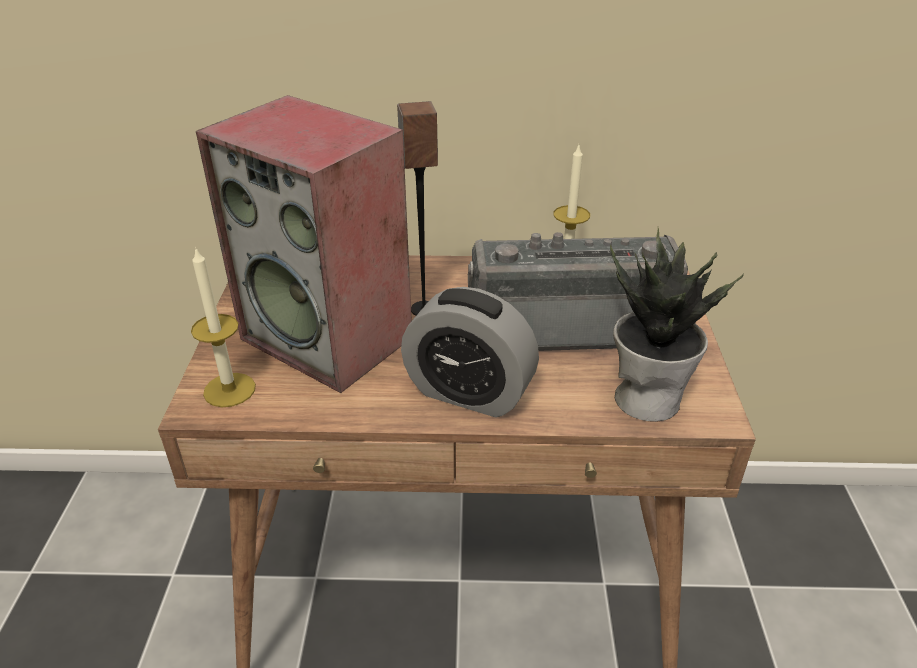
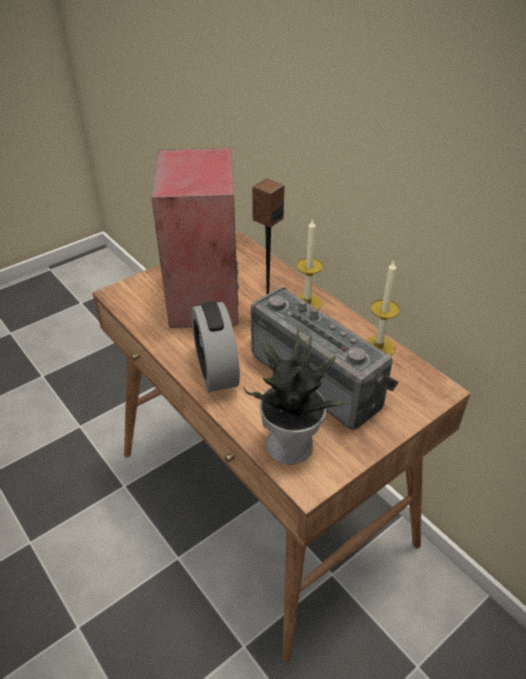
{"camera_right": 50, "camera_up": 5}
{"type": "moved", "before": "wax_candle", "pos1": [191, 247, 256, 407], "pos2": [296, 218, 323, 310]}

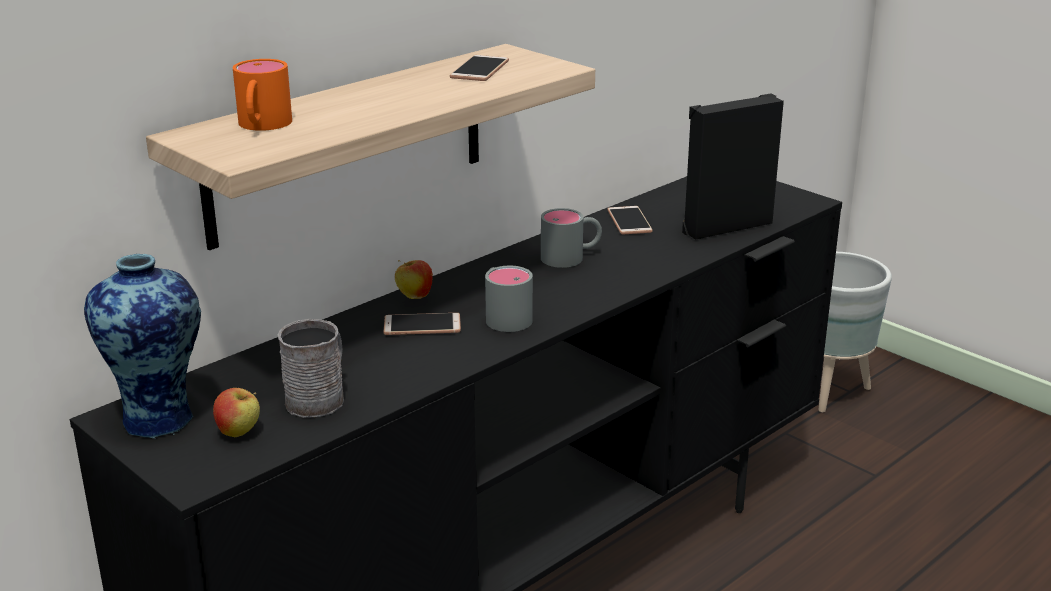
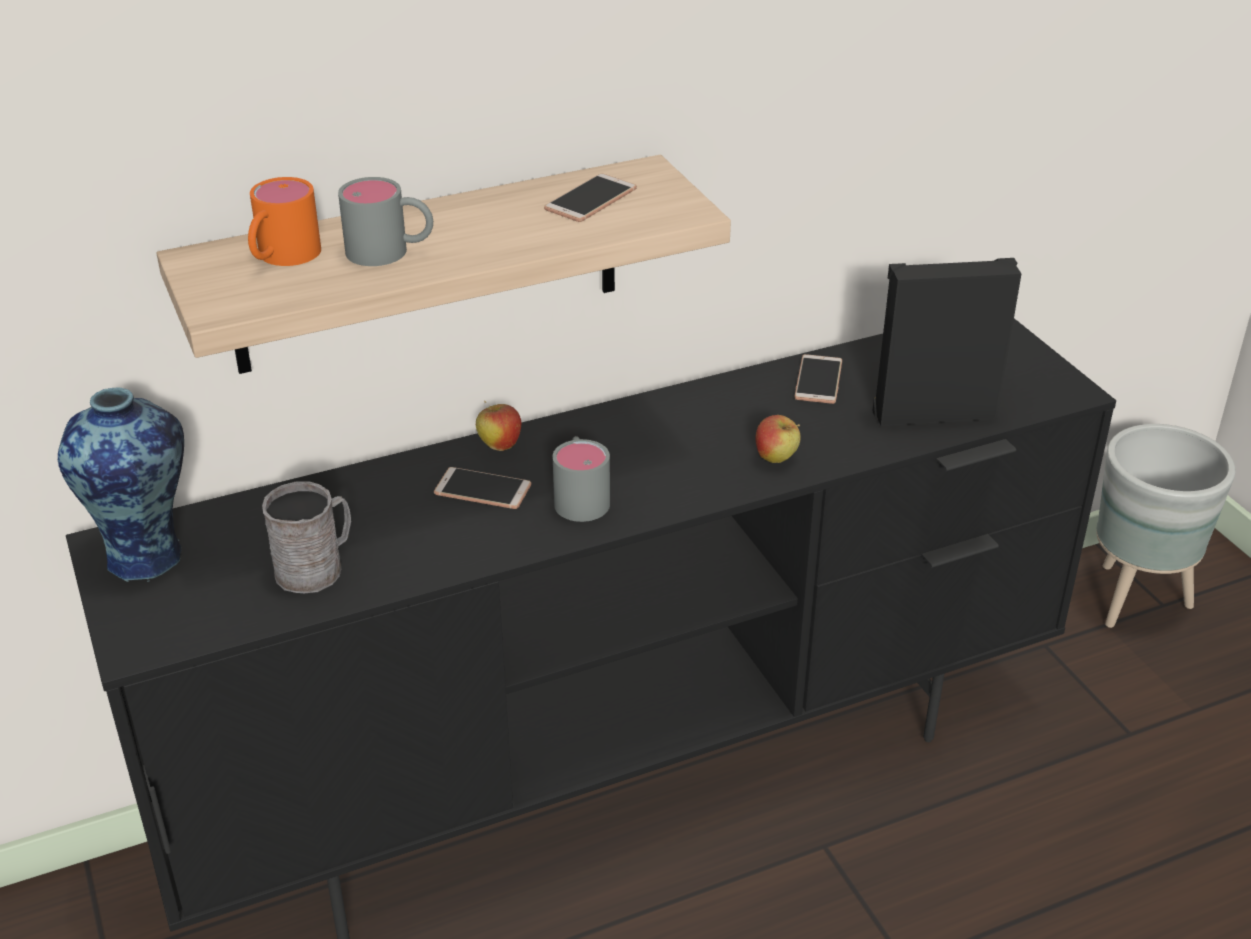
{"camera_right": 20, "camera_up": 10}
{"type": "moved", "before": "apple", "pos1": [213, 388, 260, 437], "pos2": [756, 415, 801, 463]}
{"type": "moved", "before": "greyish_mug", "pos1": [541, 208, 602, 268], "pos2": [338, 177, 433, 266]}

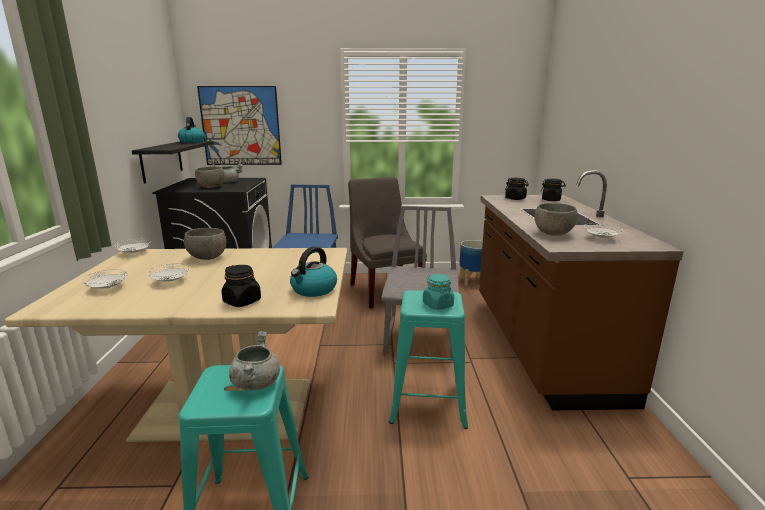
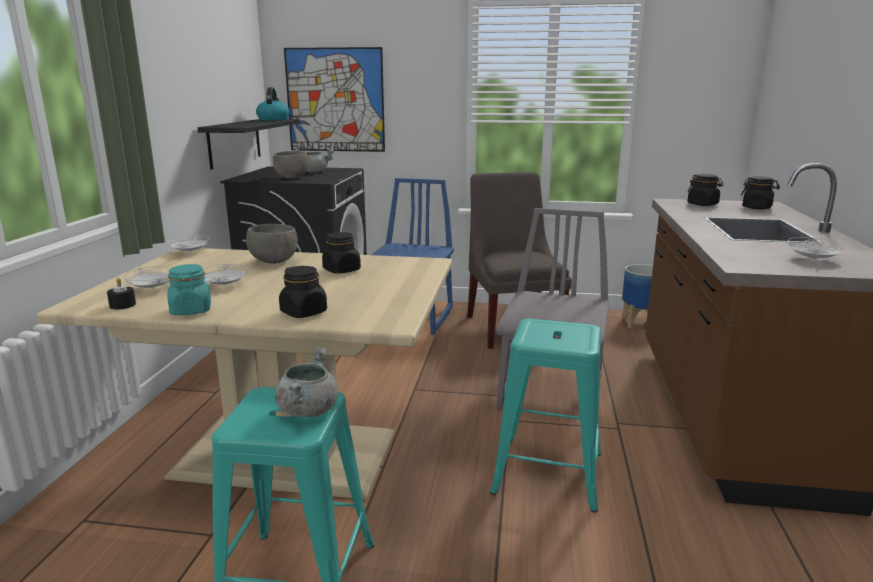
{"camera_right": 10, "camera_up": 0}
{"type": "removed", "before": "tea_kettle", "pos1": [290, 246, 337, 297]}
{"type": "moved", "before": "turquoise_preserve_jar", "pos1": [423, 274, 454, 310], "pos2": [167, 264, 211, 315]}
{"type": "removed", "before": "greyish_bowl", "pos1": [534, 203, 578, 236]}
{"type": "added", "after": "blackish_wax_candle", "pos2": [107, 278, 136, 310]}
{"type": "added", "after": "blackish_preserve_jar", "pos2": [322, 232, 361, 274]}

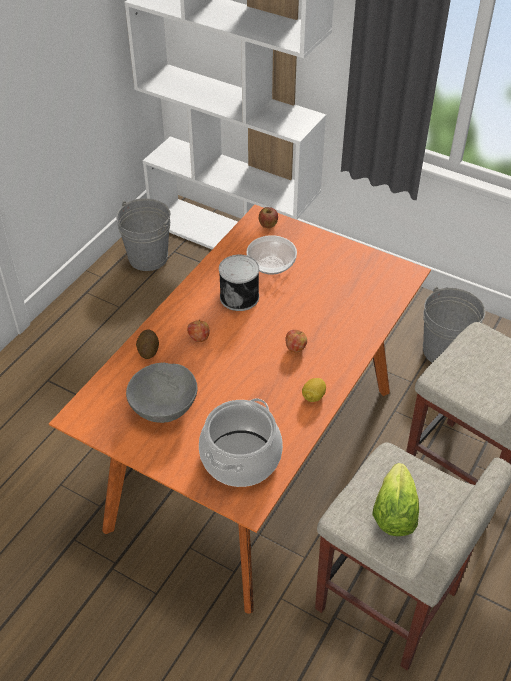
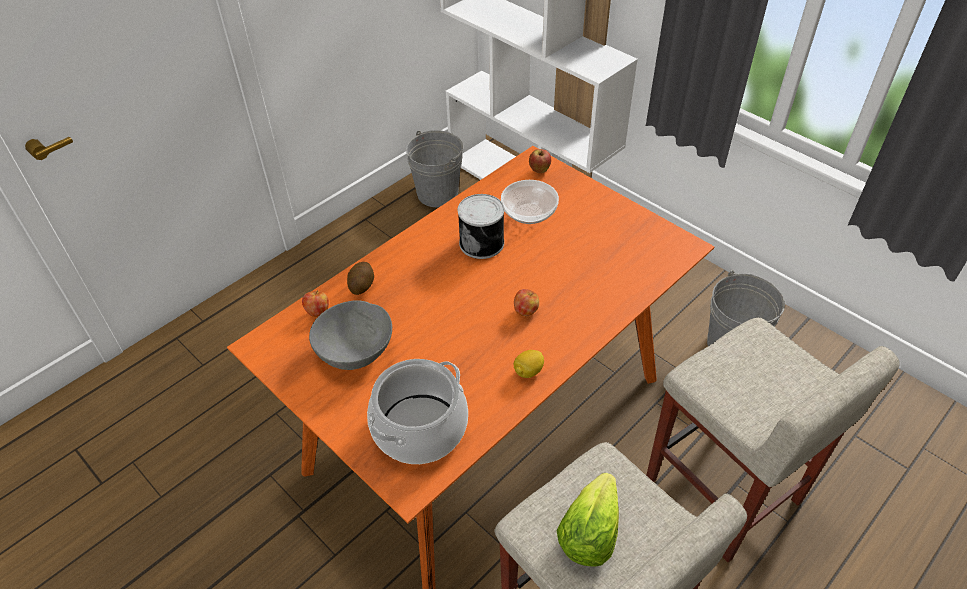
{"camera_right": 15, "camera_up": 0}
{"type": "moved", "before": "apple", "pos1": [187, 319, 210, 342], "pos2": [302, 290, 329, 317]}

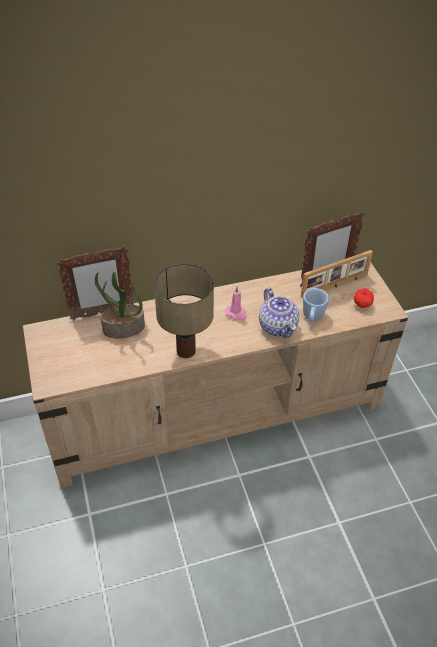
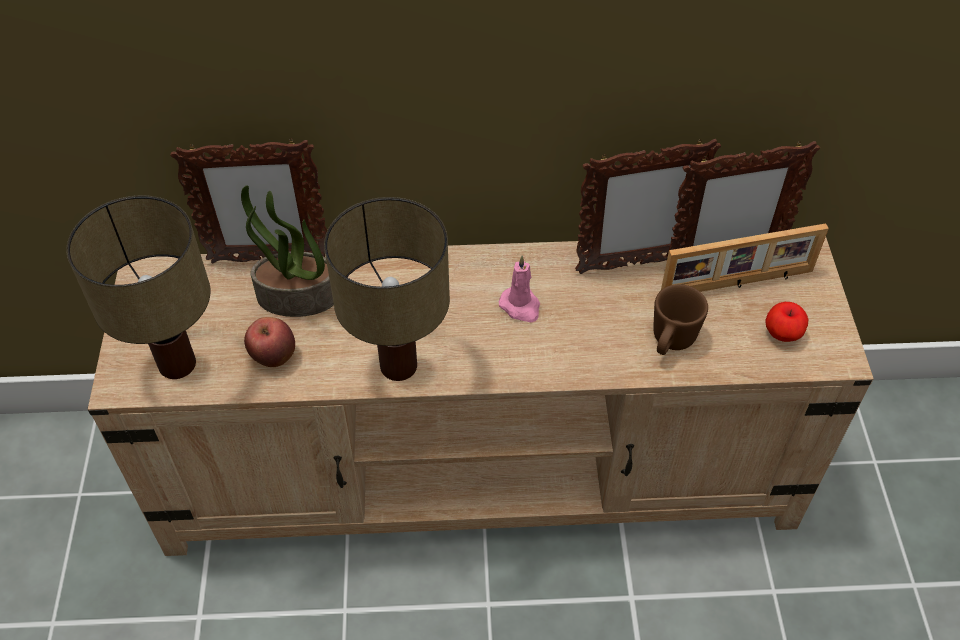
{"camera_right": 15, "camera_up": 5}
{"type": "removed", "before": "teapot", "pos1": [259, 288, 299, 338]}
{"type": "recoloured", "before": "blue_mug", "after": "brown_mug", "pos1": [303, 288, 329, 323], "pos2": [653, 284, 708, 355]}
{"type": "added", "after": "table_lamp", "pos2": [66, 195, 211, 379]}
{"type": "added", "after": "apple", "pos2": [244, 317, 295, 367]}
{"type": "added", "after": "picture_frame", "pos2": [575, 139, 721, 274]}

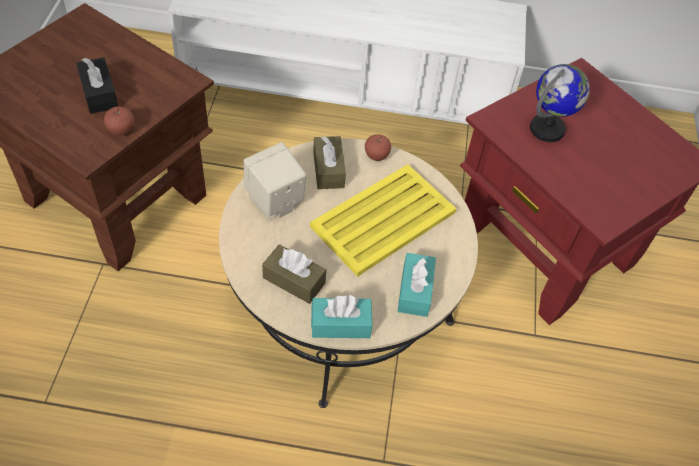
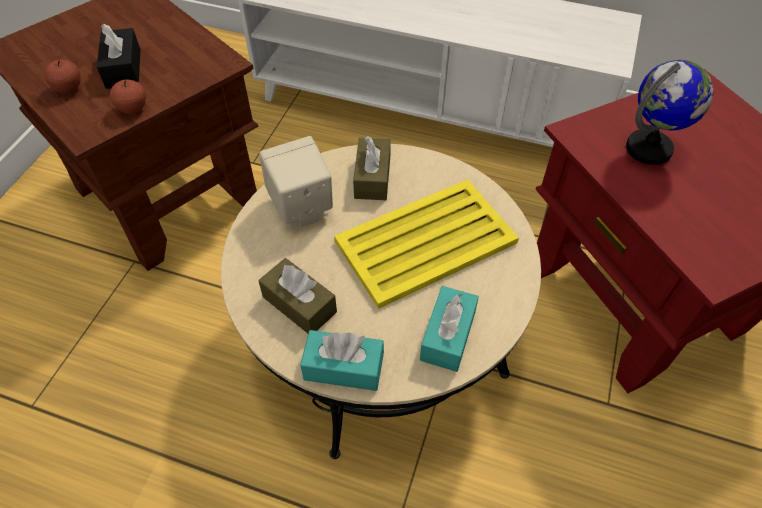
{"camera_right": 15, "camera_up": 0}
{"type": "moved", "before": "apple", "pos1": [365, 134, 391, 161], "pos2": [44, 59, 81, 93]}

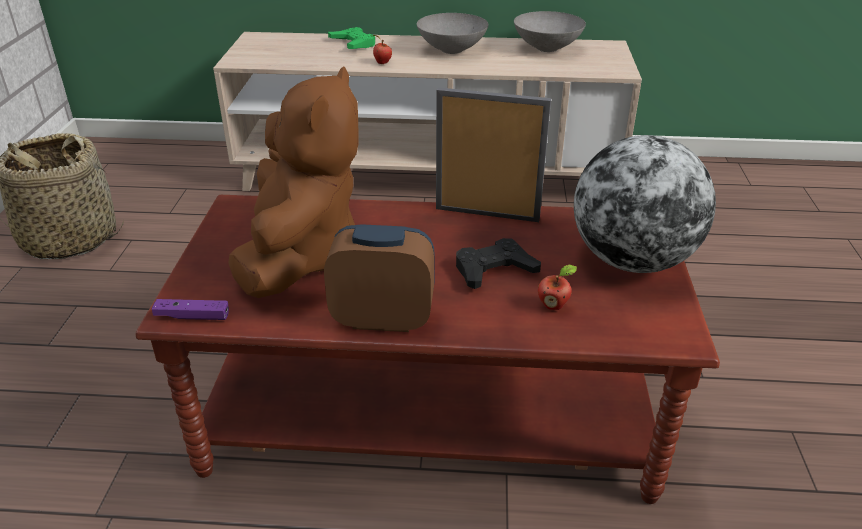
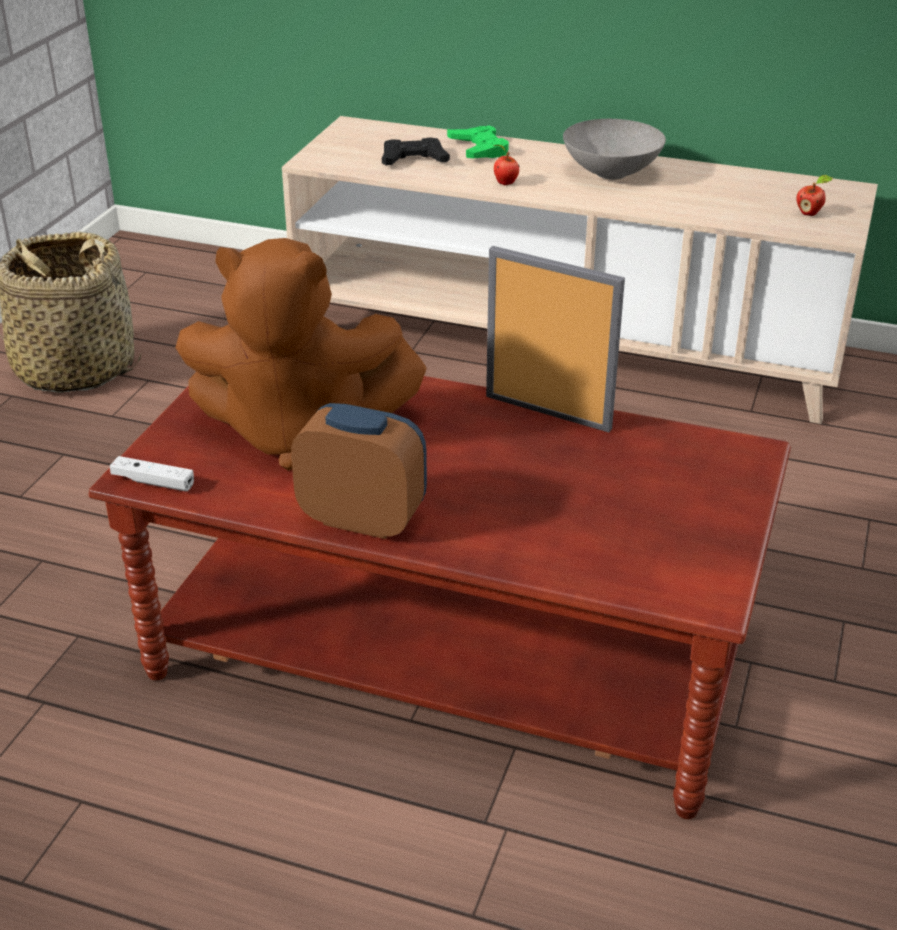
{"camera_right": 15, "camera_up": 0}
{"type": "recoloured", "before": "purplish_gamepad", "after": "white-coloured_gamepad", "pos1": [152, 299, 229, 320], "pos2": [110, 456, 194, 491]}
{"type": "turned", "before": "brown_plush_toy", "pos1": [228, 66, 359, 298], "pos2": [175, 238, 427, 471], "turn": 75}
{"type": "moved", "before": "blackish_gamepad", "pos1": [456, 238, 541, 289], "pos2": [382, 138, 450, 165]}
{"type": "removed", "before": "greyish_bowl", "pos1": [514, 11, 586, 52]}
{"type": "moved", "before": "apple", "pos1": [538, 264, 577, 310], "pos2": [796, 175, 833, 216]}
{"type": "removed", "before": "desk_globe", "pos1": [574, 135, 716, 273]}

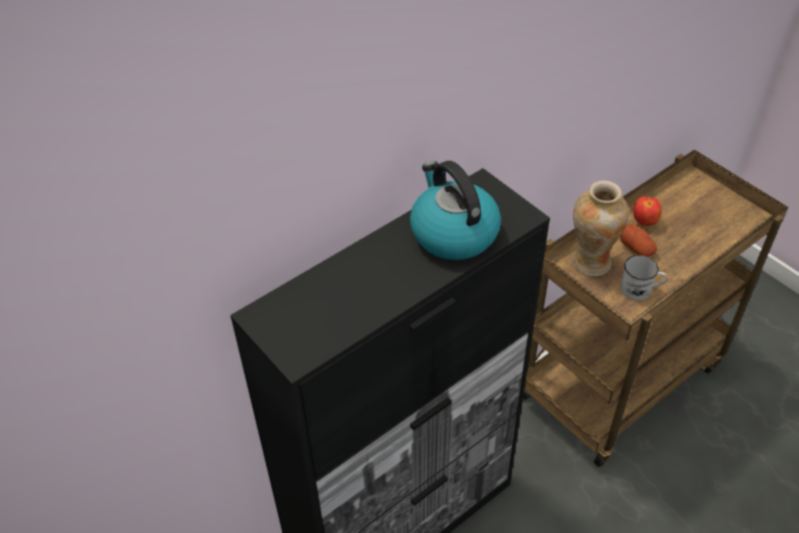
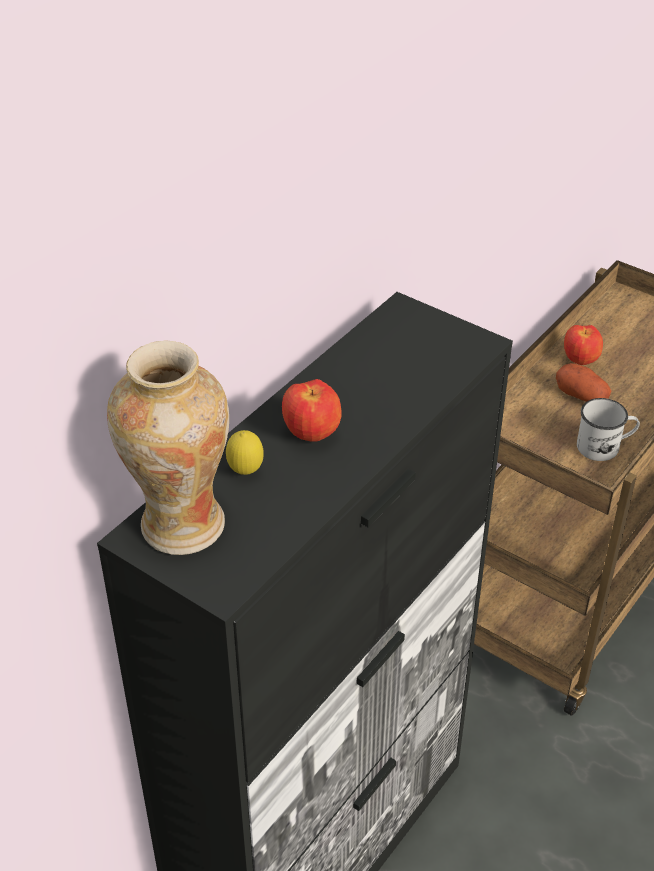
{"camera_right": -15, "camera_up": -5}
{"type": "removed", "before": "tea_kettle", "pos1": [410, 161, 501, 260]}
{"type": "moved", "before": "decorative_vase", "pos1": [572, 181, 629, 276], "pos2": [107, 341, 229, 555]}
{"type": "added", "after": "lemon", "pos2": [226, 430, 264, 475]}
{"type": "added", "after": "apple", "pos2": [282, 379, 342, 442]}

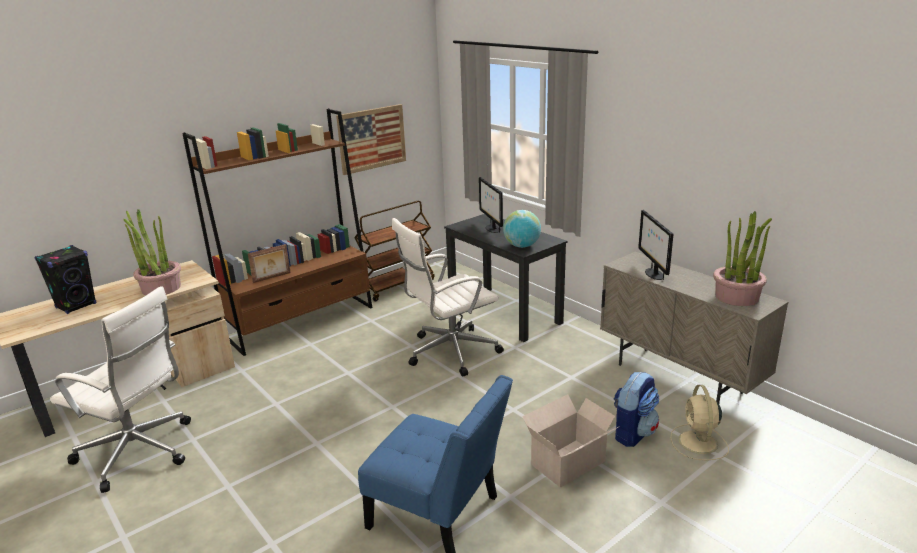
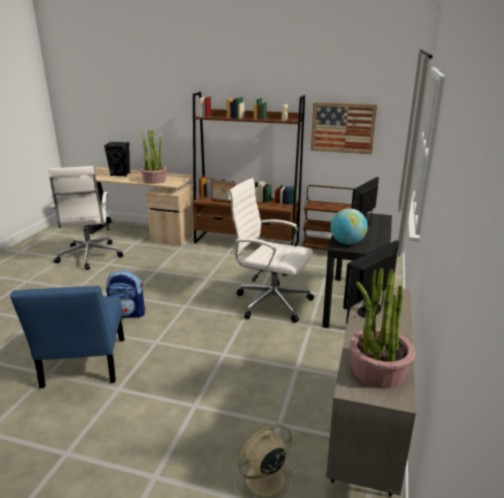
{"camera_right": 55, "camera_up": 0}
{"type": "removed", "before": "packing_box", "pos1": [522, 394, 618, 488]}
{"type": "moved", "before": "rucksack", "pos1": [614, 372, 659, 447], "pos2": [106, 270, 145, 318]}

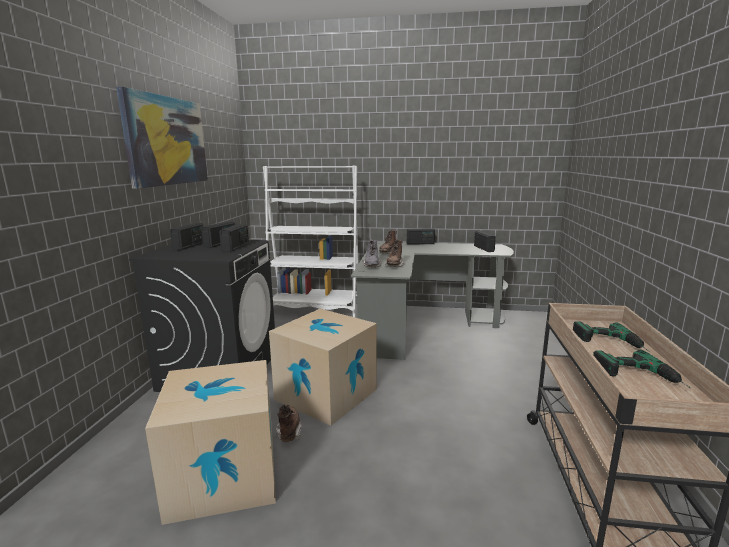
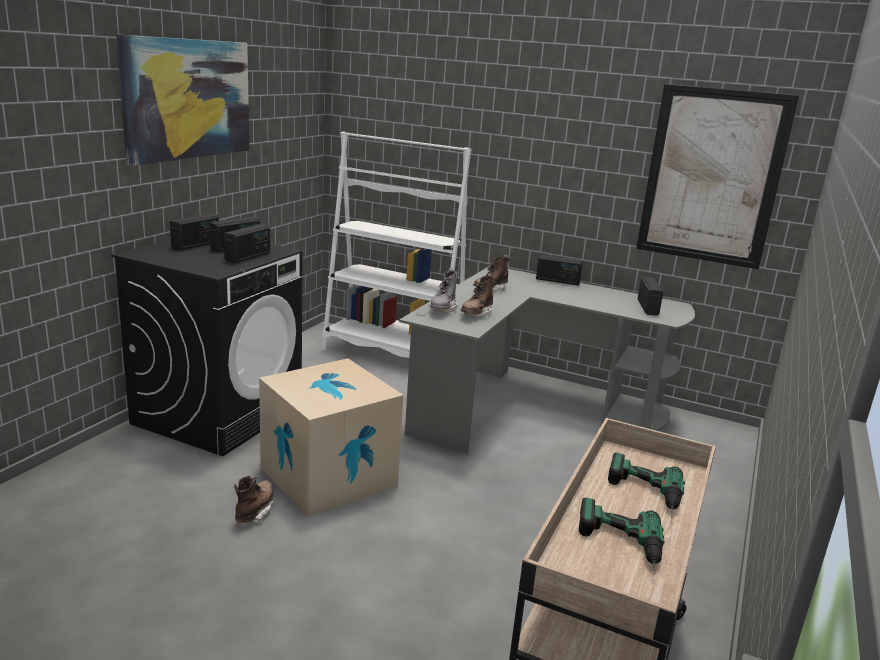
{"camera_right": 15, "camera_up": 5}
{"type": "removed", "before": "packing_box", "pos1": [145, 360, 276, 525]}
{"type": "added", "after": "picture", "pos2": [636, 84, 799, 269]}

